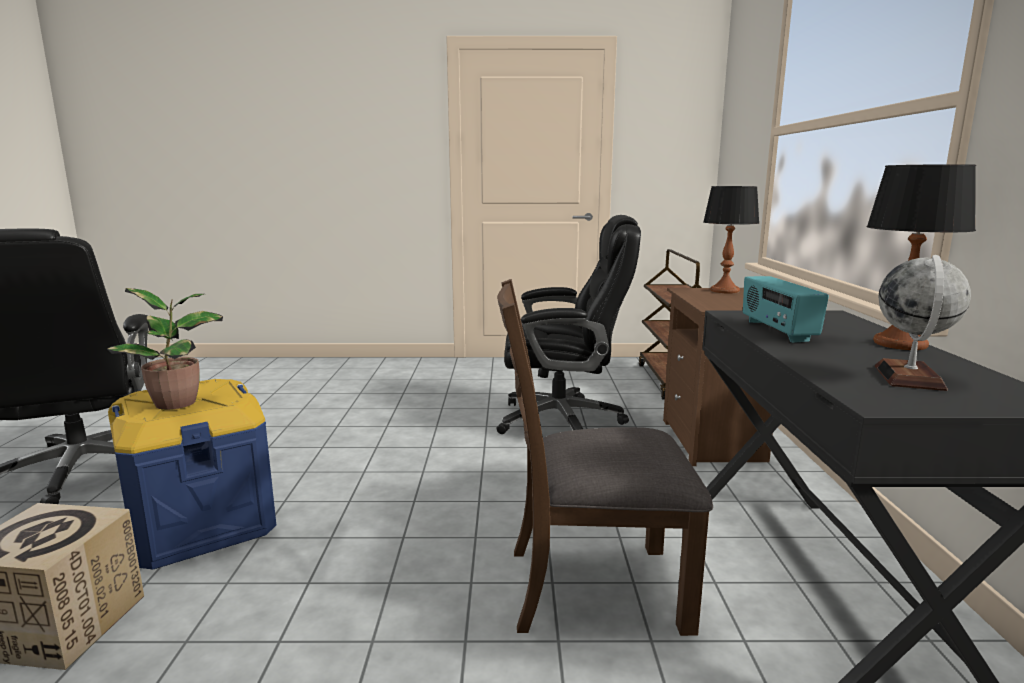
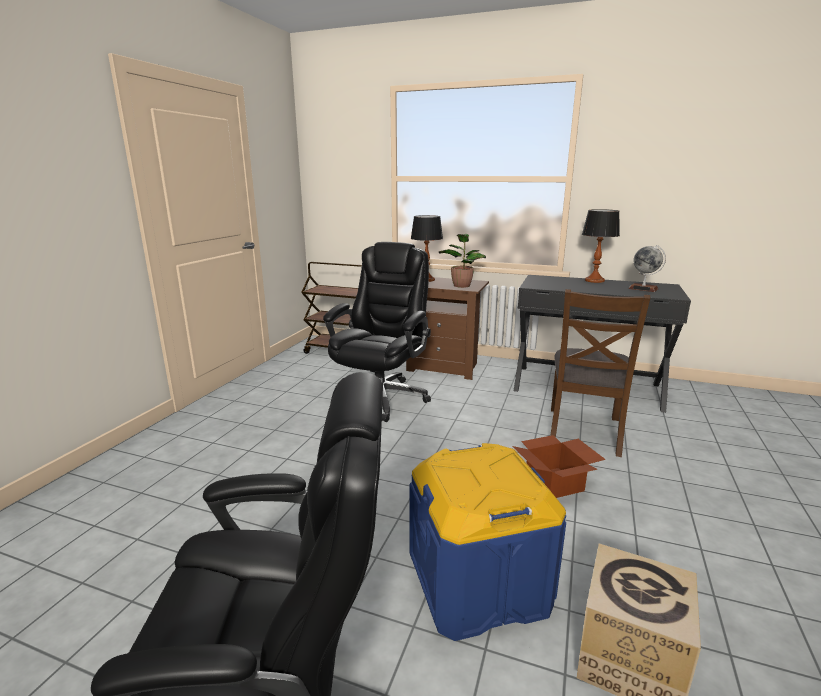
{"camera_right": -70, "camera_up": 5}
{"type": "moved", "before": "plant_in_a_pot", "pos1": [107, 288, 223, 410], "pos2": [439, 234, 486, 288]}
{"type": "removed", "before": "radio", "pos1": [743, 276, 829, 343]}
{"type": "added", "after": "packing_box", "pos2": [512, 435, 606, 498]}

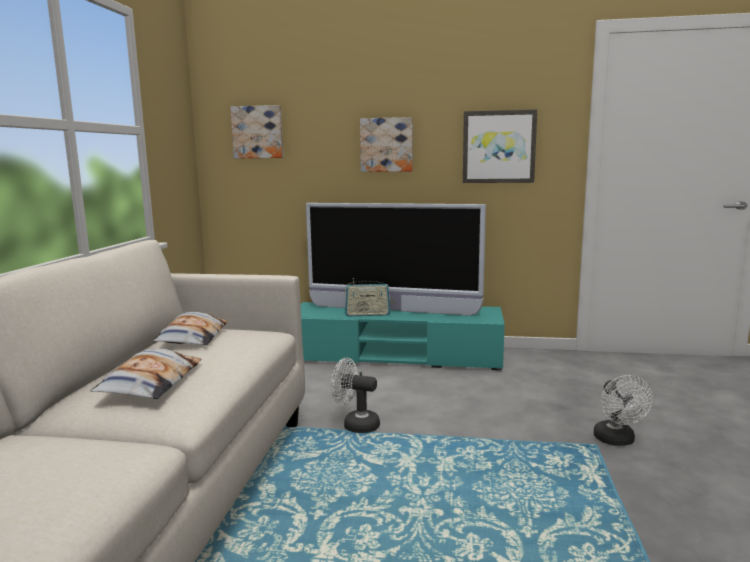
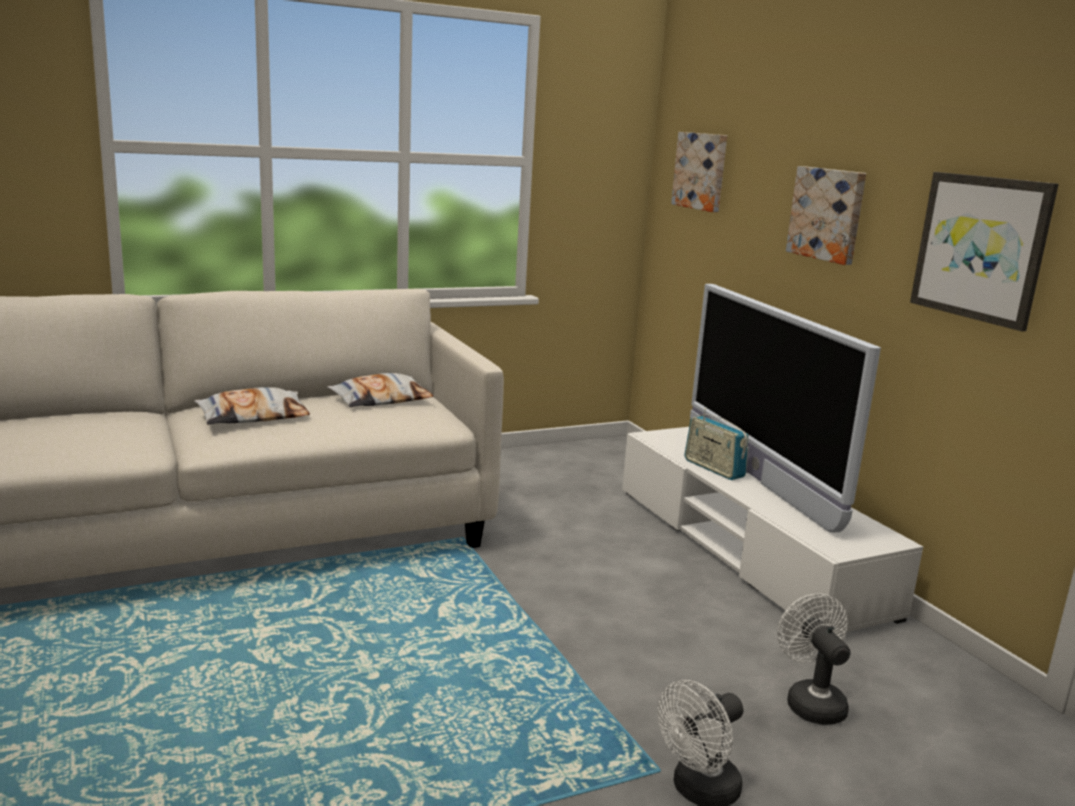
{"camera_right": 55, "camera_up": 5}
{"type": "recoloured", "before": "turquoise_media_console", "after": "white-coloured_media_console", "pos1": [301, 302, 505, 370], "pos2": [622, 427, 923, 634]}
{"type": "moved", "before": "white-coloured_electric_fan", "pos1": [331, 358, 380, 433], "pos2": [777, 594, 850, 725]}

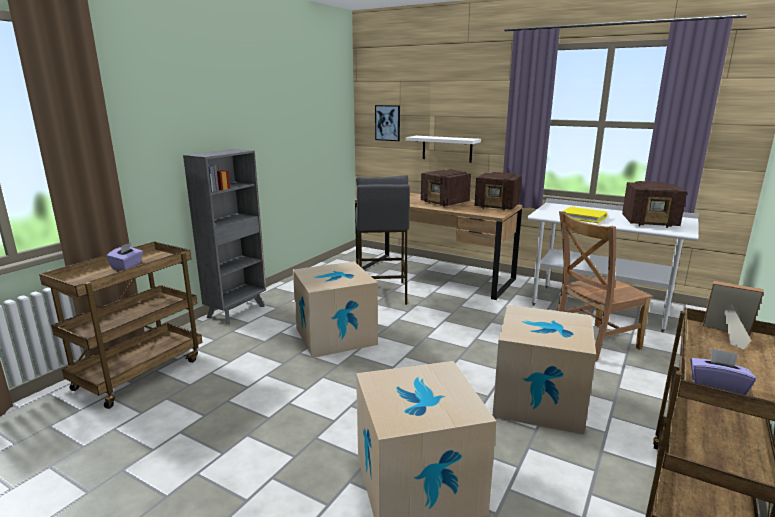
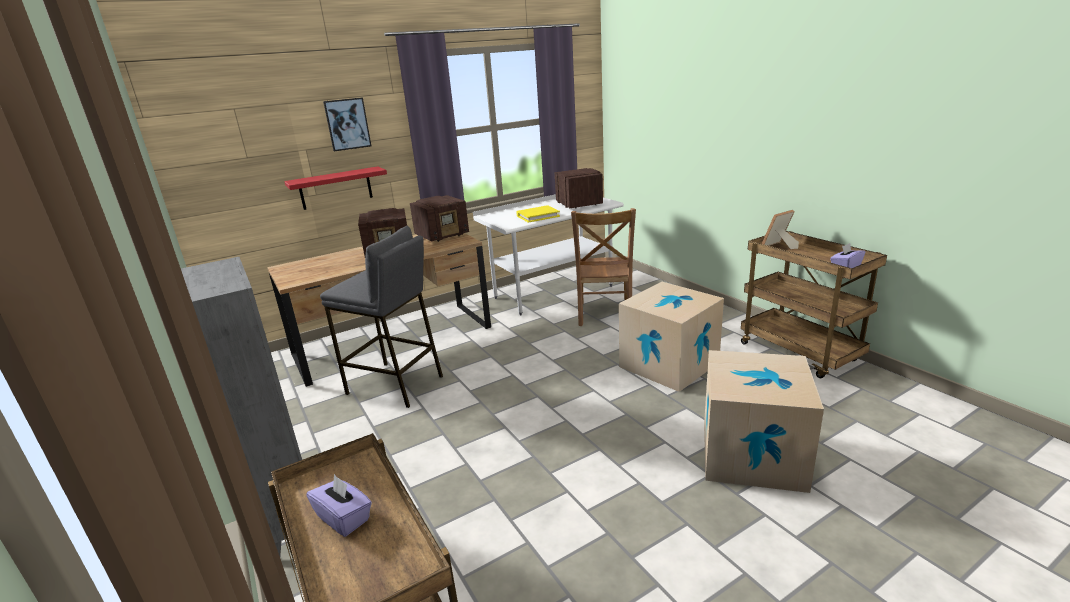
{"camera_right": -60, "camera_up": 5}
{"type": "removed", "before": "packing_box", "pos1": [293, 261, 378, 358]}
{"type": "moved", "before": "picture", "pos1": [375, 105, 400, 141], "pos2": [323, 98, 371, 152]}
{"type": "recoloured", "before": "white-coloured_wall_shelf", "after": "red_wall_shelf", "pos1": [406, 136, 481, 163], "pos2": [284, 166, 387, 210]}
{"type": "turned", "before": "radio", "pos1": [622, 181, 687, 228], "pos2": [555, 168, 603, 208], "turn": -60}

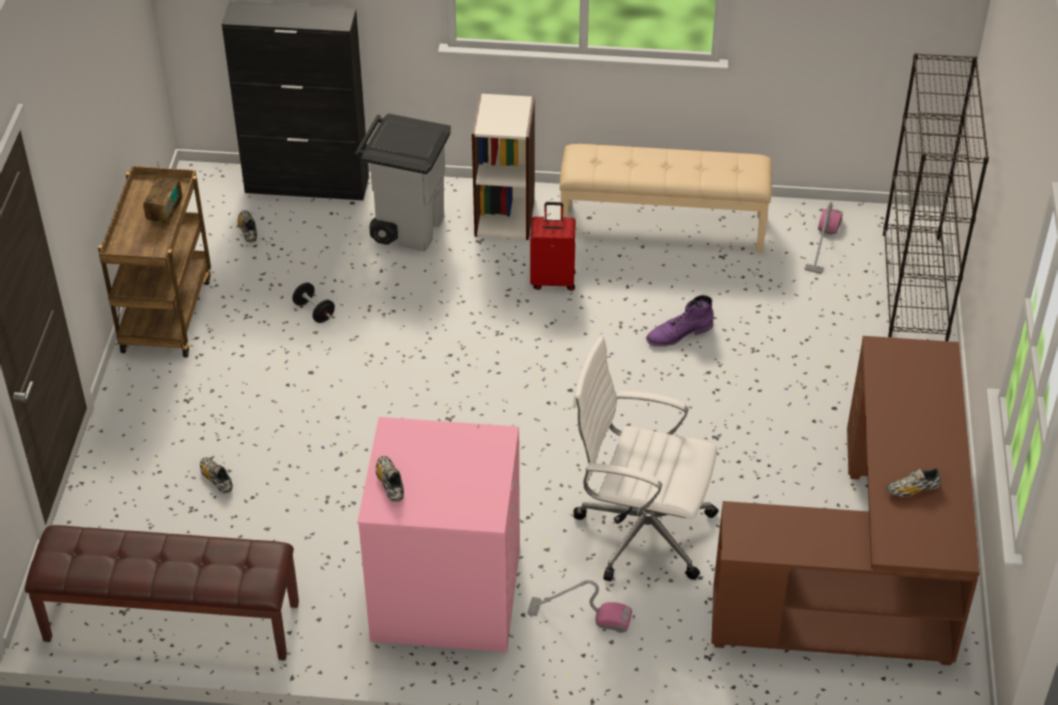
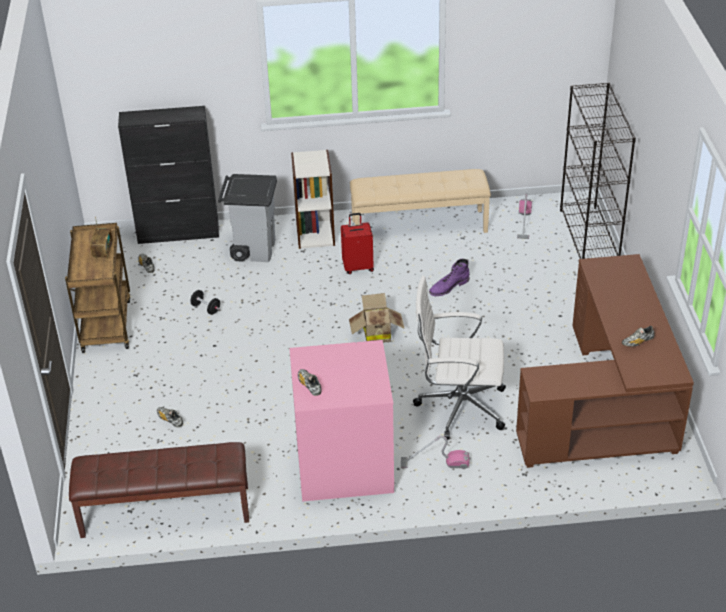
{"camera_right": -10, "camera_up": -5}
{"type": "added", "after": "packing_box", "pos2": [349, 293, 405, 343]}

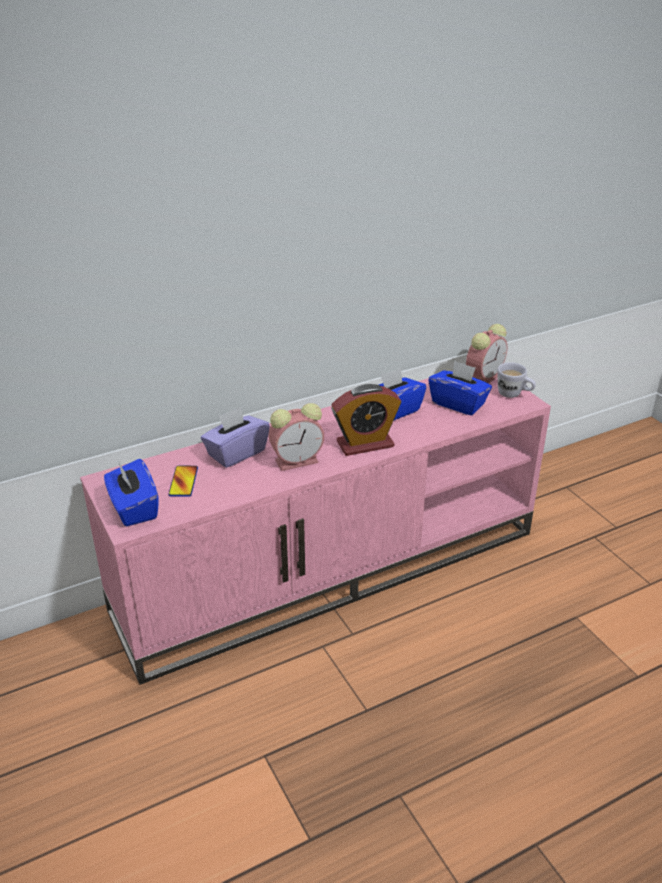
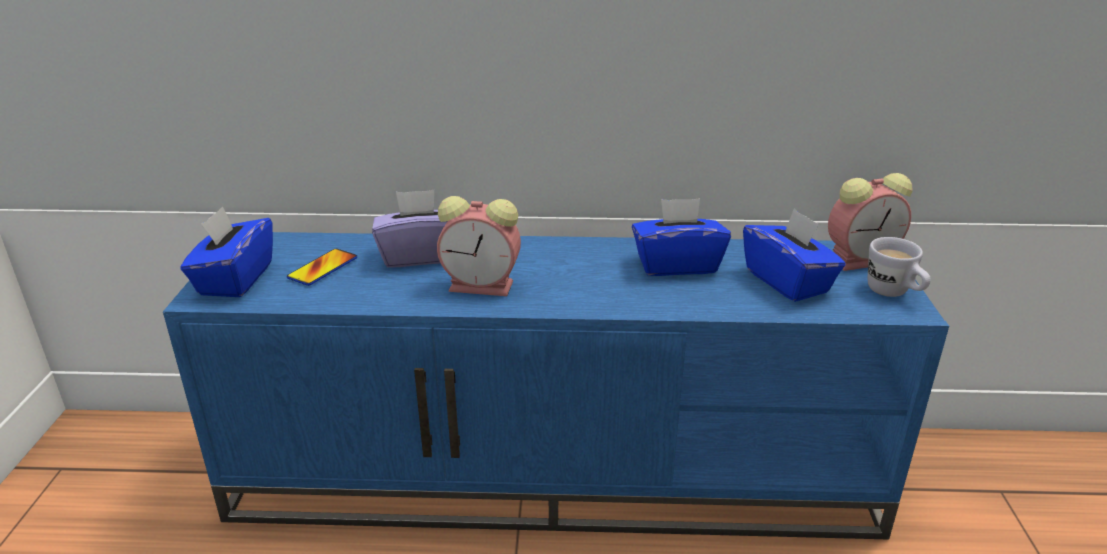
{"camera_right": 30, "camera_up": -5}
{"type": "recoloured", "before": "pink_media_console", "after": "blue_media_console", "pos1": [80, 371, 551, 685], "pos2": [163, 232, 949, 540]}
{"type": "removed", "before": "table_clock", "pos1": [331, 384, 401, 456]}

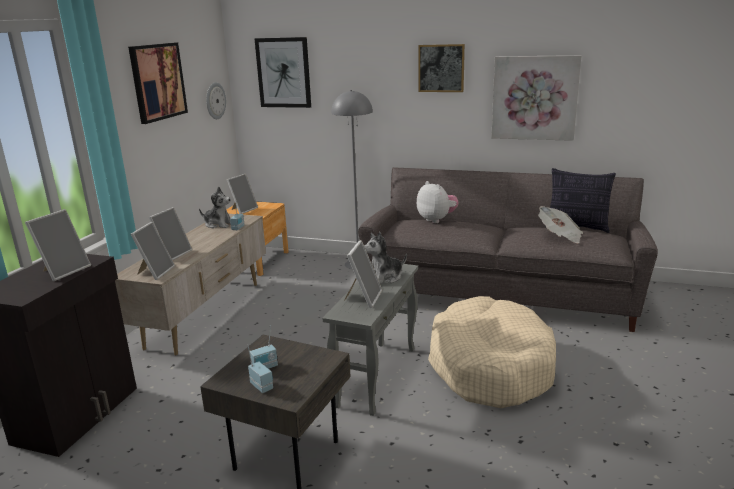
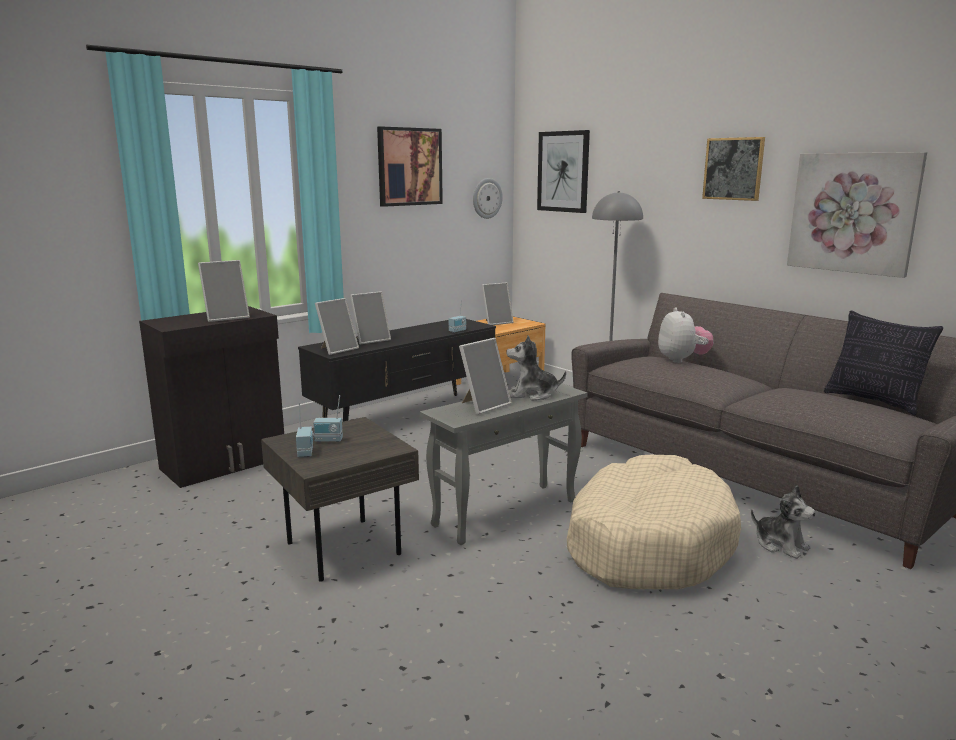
{"camera_right": 30, "camera_up": -5}
{"type": "recoloured", "before": "beige-coloured_media_console", "after": "blackish_media_console", "pos1": [115, 214, 266, 355], "pos2": [298, 319, 496, 421]}
{"type": "moved", "before": "plush_toy", "pos1": [199, 186, 231, 228], "pos2": [751, 485, 816, 559]}
{"type": "removed", "before": "daily_paper", "pos1": [538, 206, 583, 243]}

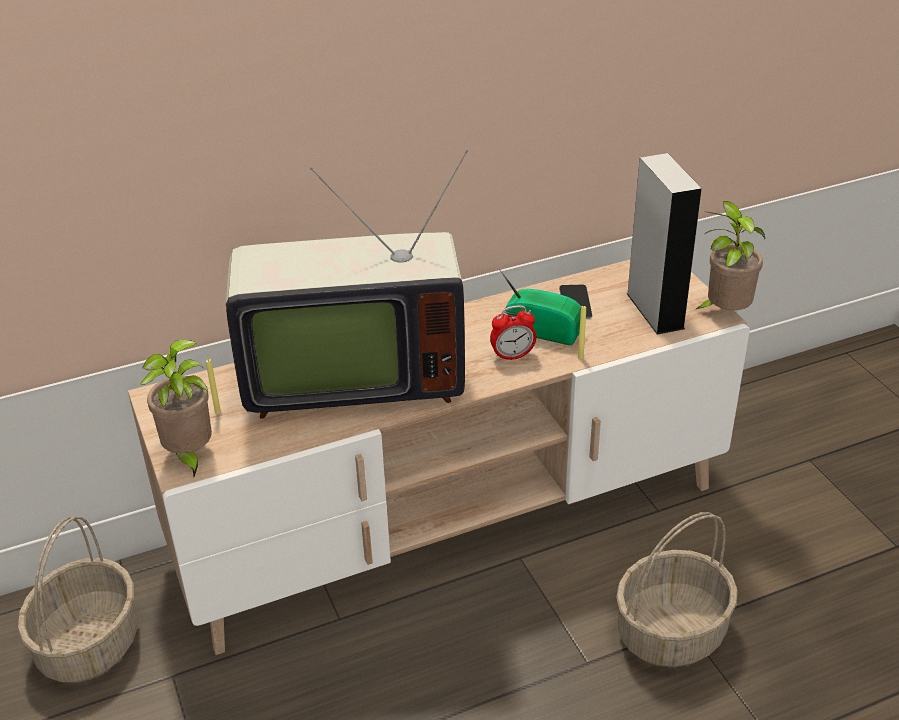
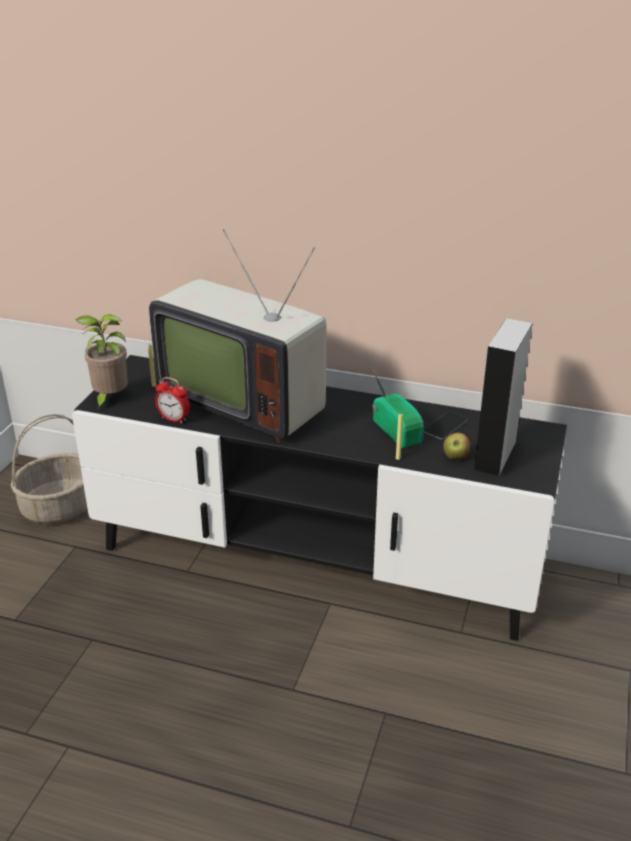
{"camera_right": 40, "camera_up": -5}
{"type": "recoloured", "before": "beige-coloured_media_console", "after": "blackish_media_console", "pos1": [128, 259, 750, 655], "pos2": [72, 355, 567, 641]}
{"type": "moved", "before": "table_clock", "pos1": [490, 305, 536, 361], "pos2": [155, 377, 190, 424]}
{"type": "removed", "before": "basket", "pos1": [616, 512, 738, 667]}
{"type": "removed", "before": "plant_in_a_pot", "pos1": [695, 201, 765, 310]}
{"type": "added", "after": "apple", "pos2": [443, 433, 470, 460]}

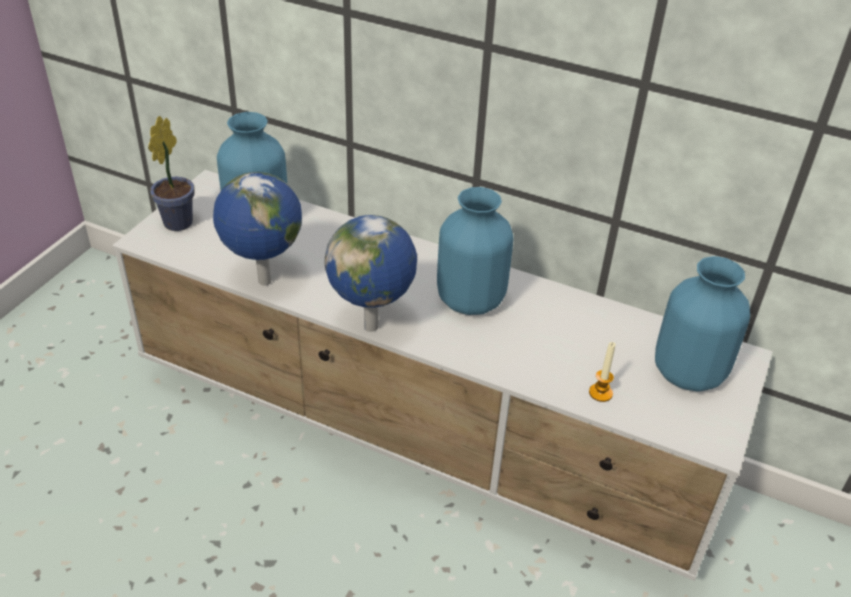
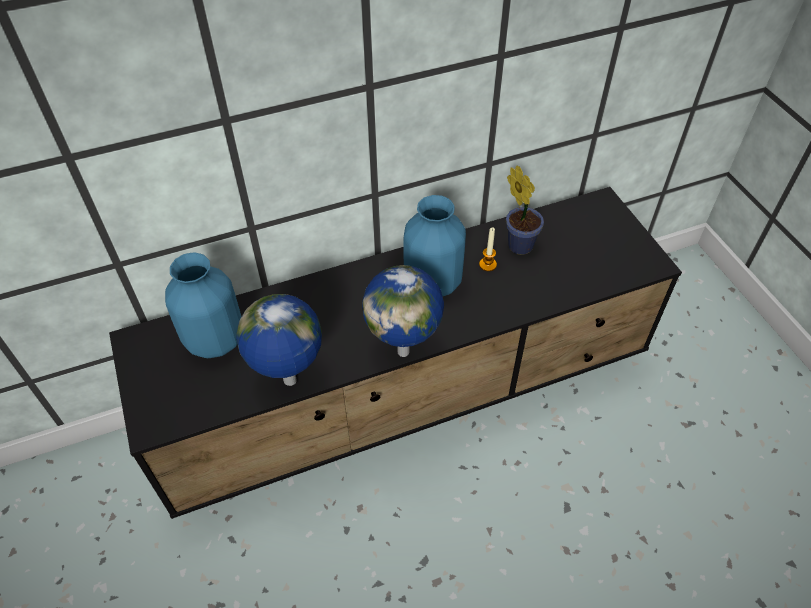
{"camera_right": -45, "camera_up": 10}
{"type": "recoloured", "before": "white-coloured_media_console", "after": "blackish_media_console", "pos1": [112, 170, 773, 581], "pos2": [109, 187, 682, 519]}
{"type": "moved", "before": "plant_in_a_pot", "pos1": [148, 116, 194, 231], "pos2": [506, 166, 544, 255]}
{"type": "moved", "before": "wax_candle", "pos1": [589, 342, 616, 402], "pos2": [479, 227, 497, 271]}
{"type": "removed", "before": "blue_decorative_vase", "pos1": [655, 256, 750, 392]}

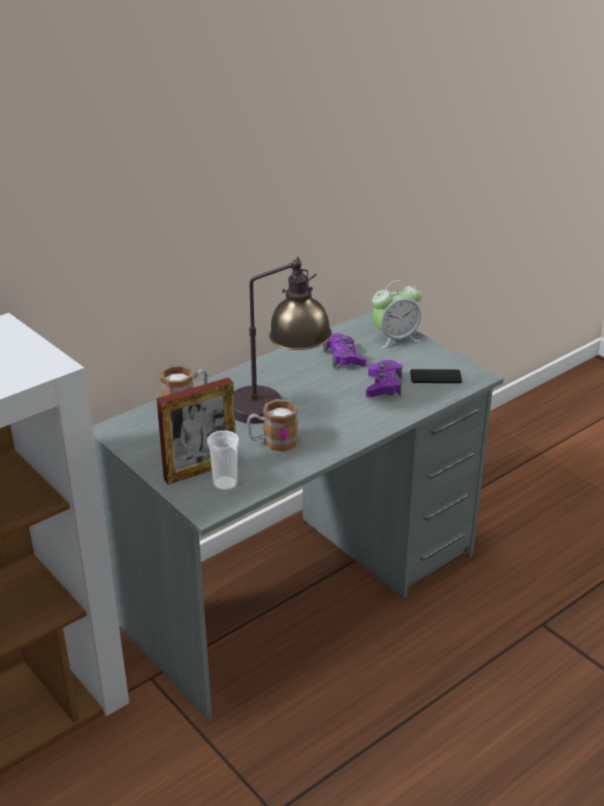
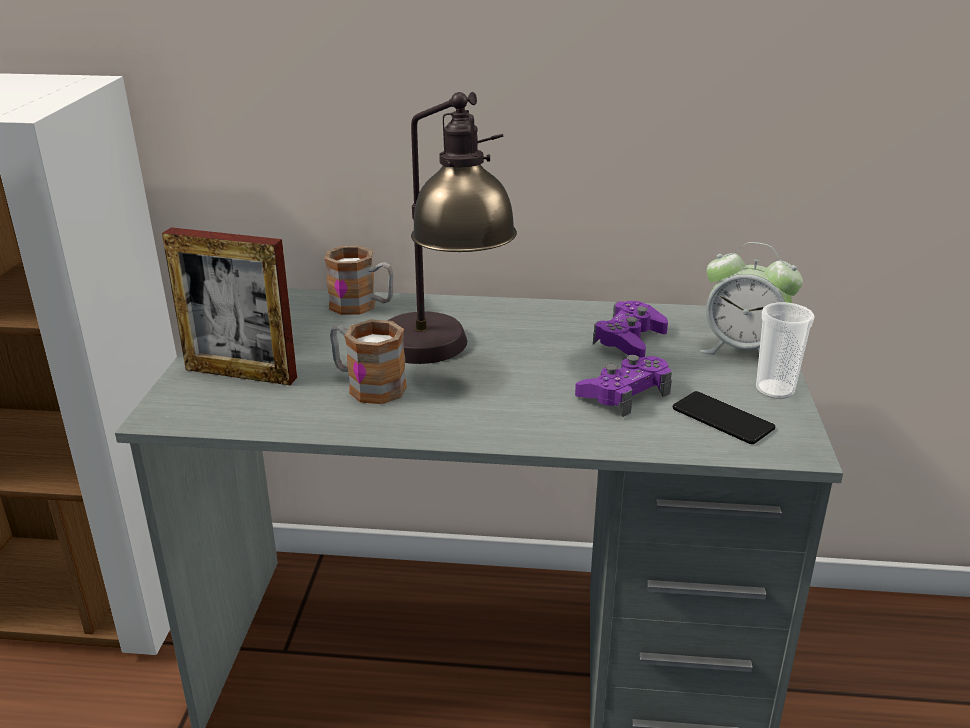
{"camera_right": 45, "camera_up": -5}
{"type": "moved", "before": "small_cup", "pos1": [207, 430, 239, 491], "pos2": [756, 302, 815, 399]}

